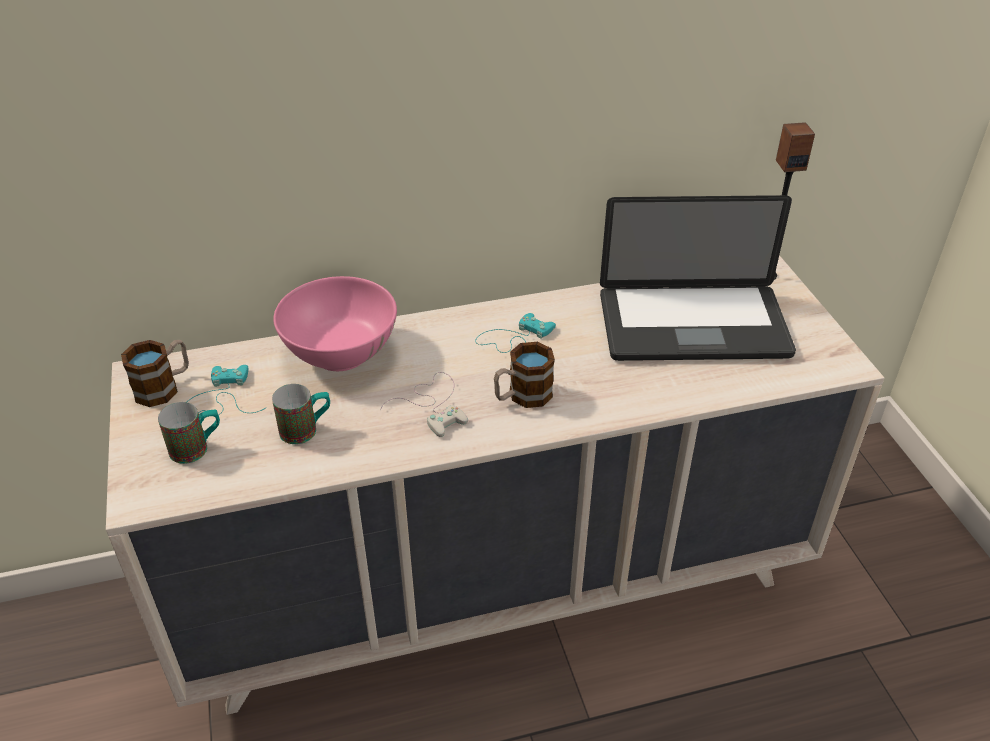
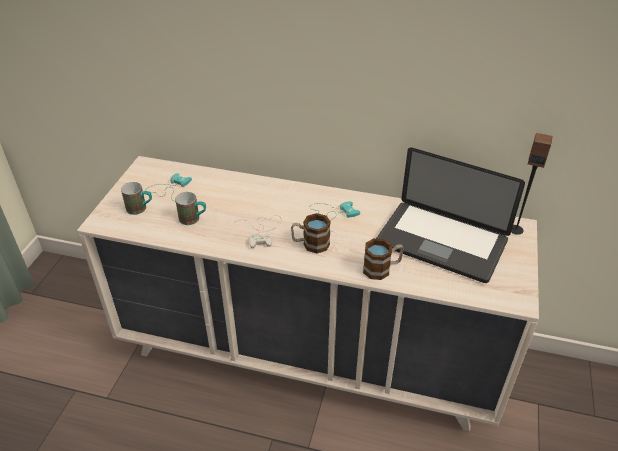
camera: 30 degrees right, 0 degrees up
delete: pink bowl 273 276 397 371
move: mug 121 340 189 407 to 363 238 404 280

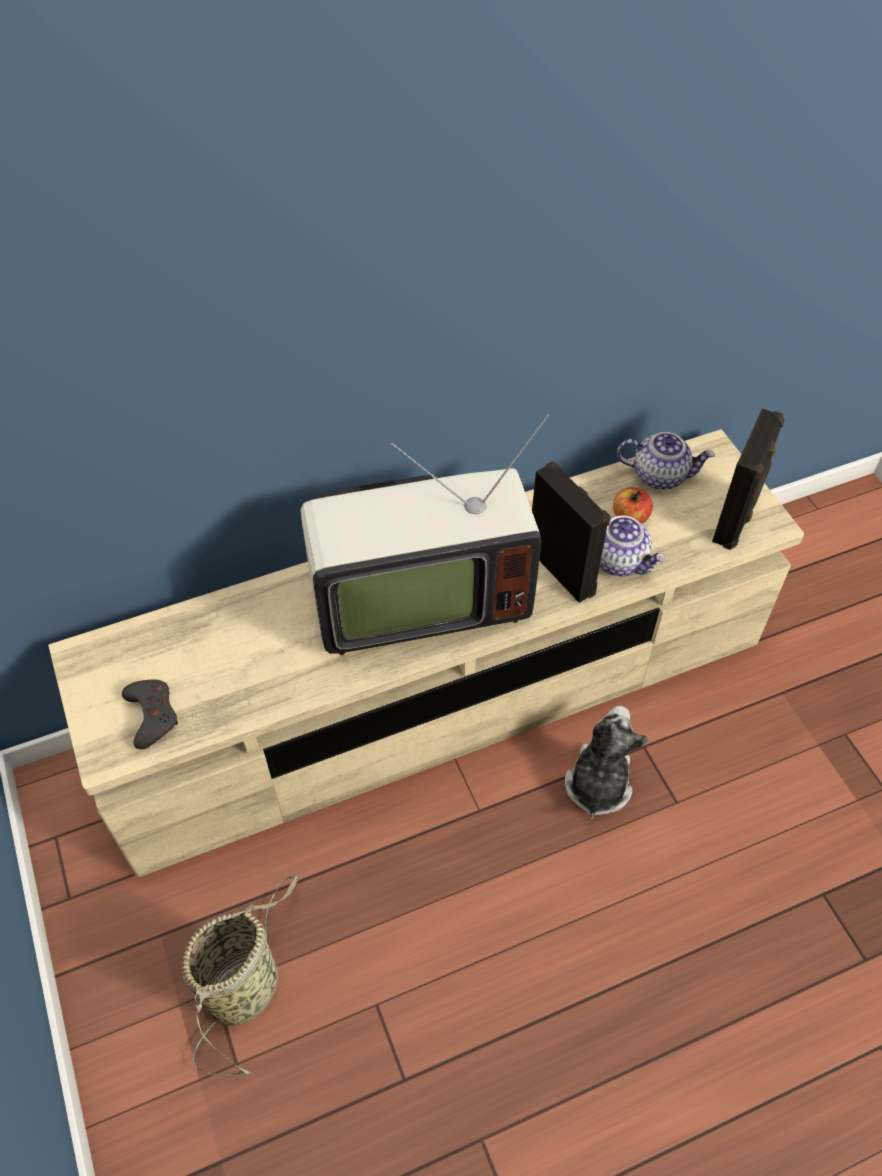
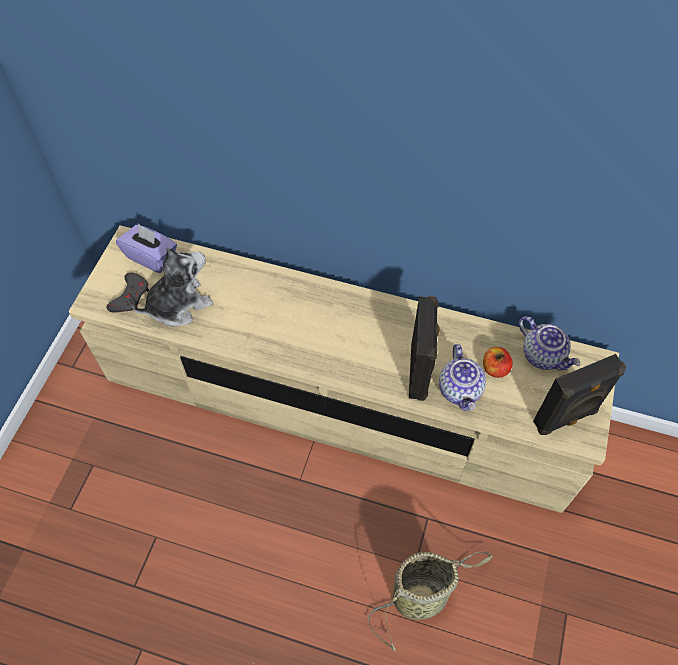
camera: 40 degrees right, 5 degrees up
delete: television 301 414 549 655
insert: purple tissue box 116 224 177 273
move: plush toy 565 705 649 819 to 132 246 213 326; basket 182 875 299 1075 to 368 552 493 652

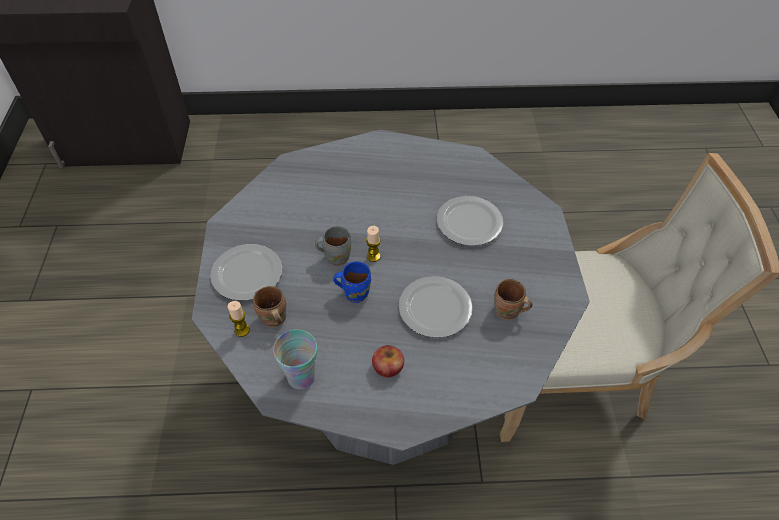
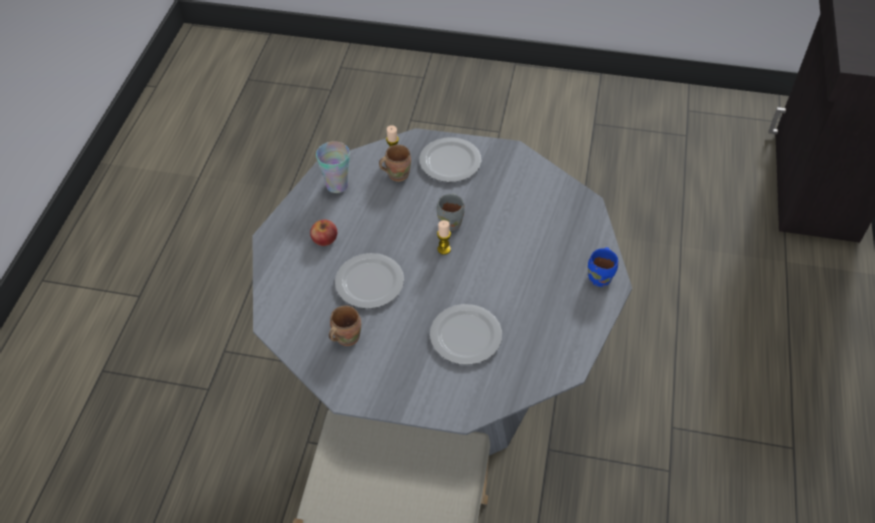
camera: 105 degrees right, 0 degrees up
move: blue mug 333 261 371 303 to 588 247 618 287

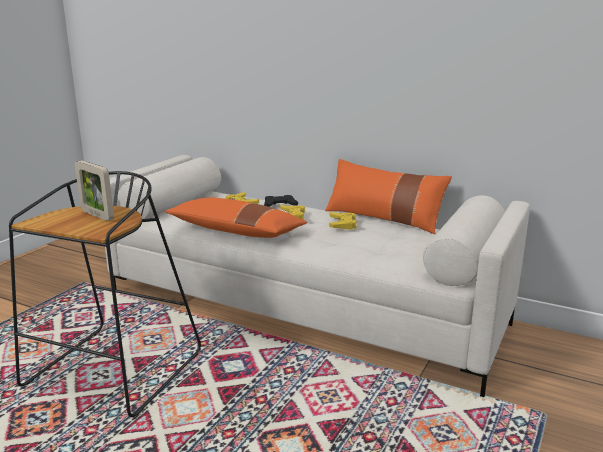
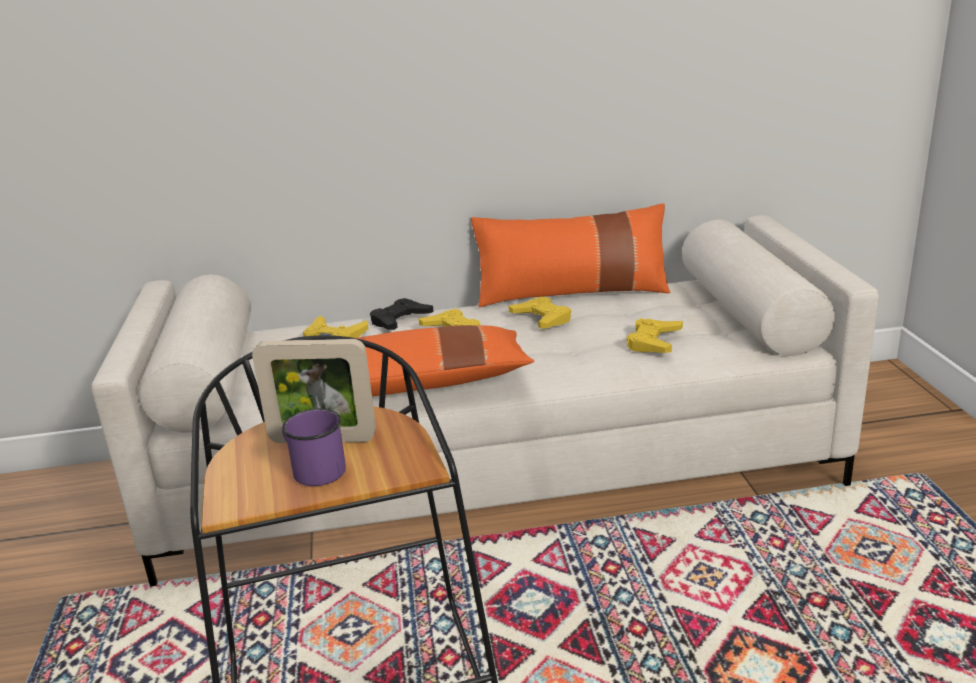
camera: 35 degrees left, 5 degrees up
insert: purple mug 282 409 346 486; yellow game controller 627 318 683 353

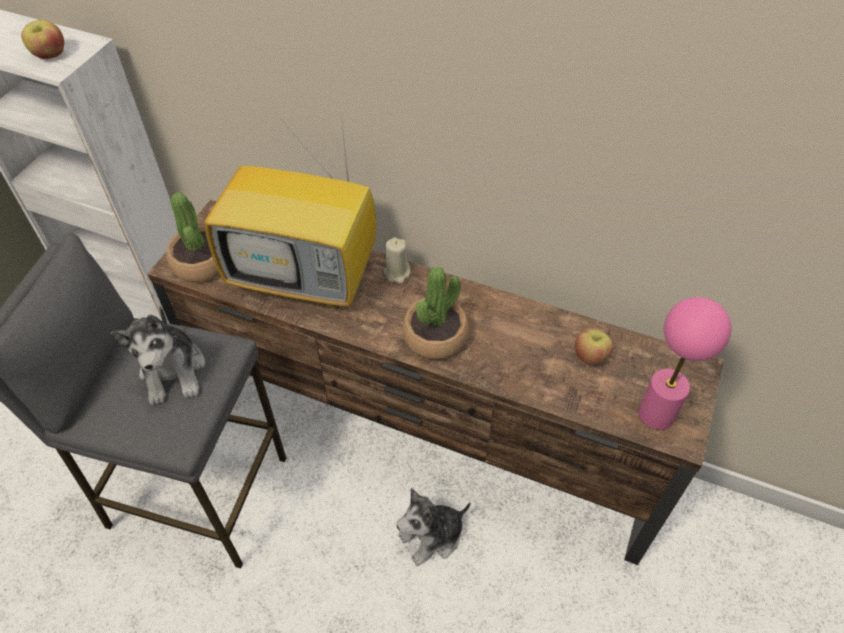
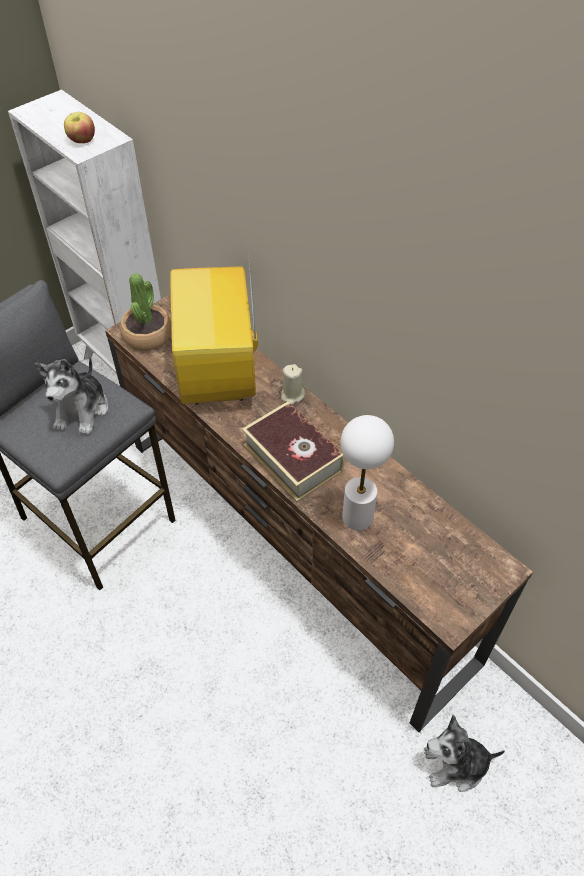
camera: 25 degrees right, 0 degrees up
delete: apple 575 328 613 365; pink table lamp 638 297 732 430
insert: white table lamp 340 415 394 530
move: plush toy 396 488 471 566 to 424 715 505 792
replace: potted plant 402 267 469 359 to book 242 402 344 502
rotate: television 204 107 376 308 = 170 253 258 405 45 degrees clockwise

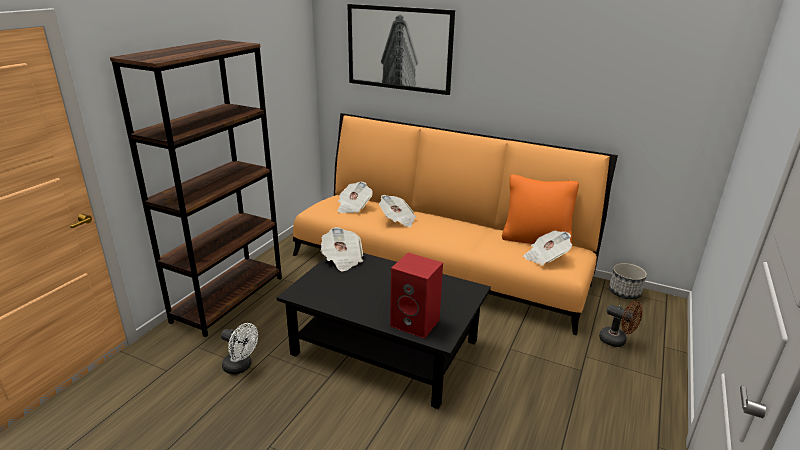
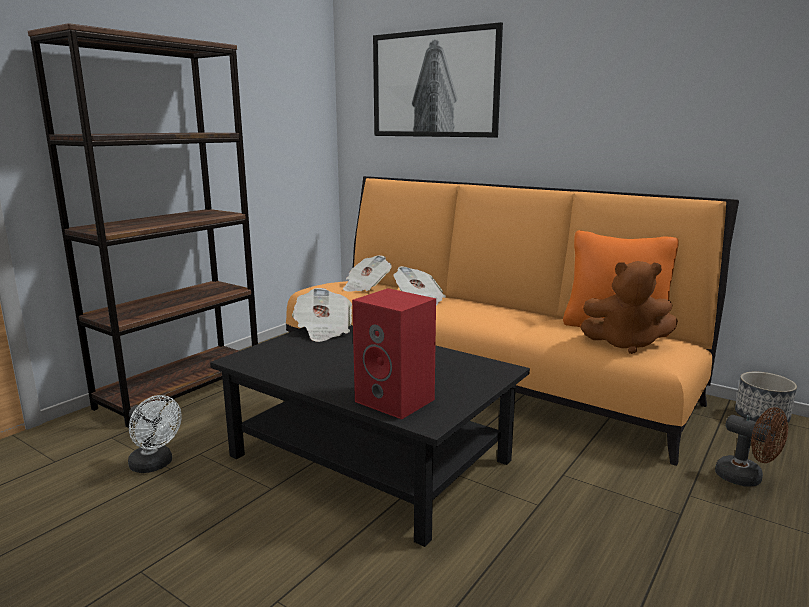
camera: 10 degrees right, 10 degrees down
replace: newspaper 523 231 572 265 to brown plush toy 580 261 678 354

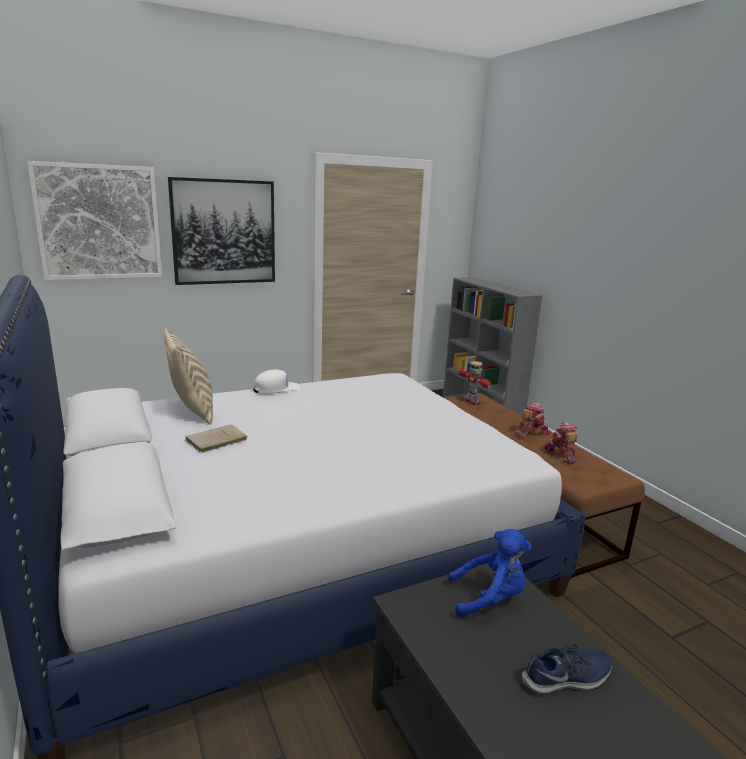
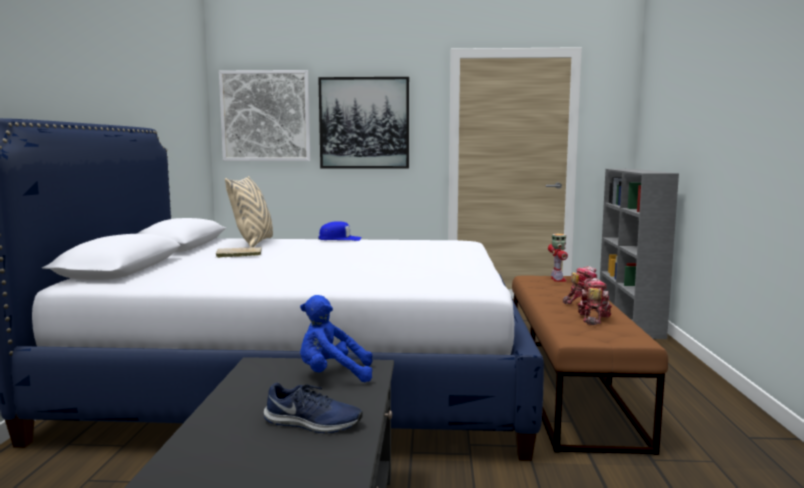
camera: 30 degrees right, 10 degrees down
recolor: white cap 253 369 300 394 to blue cap 318 221 361 241
rotate: blue plush toy 448 529 532 618 = 300 295 373 382 150 degrees clockwise

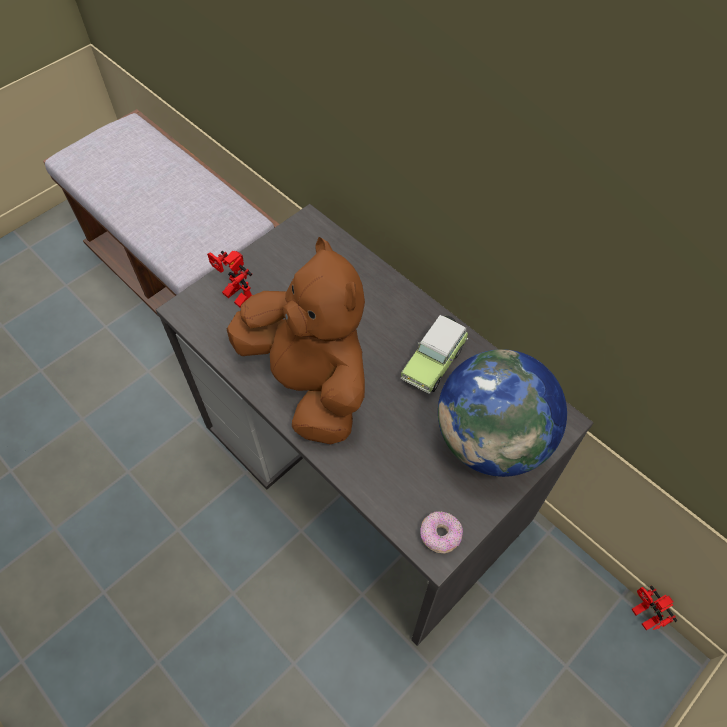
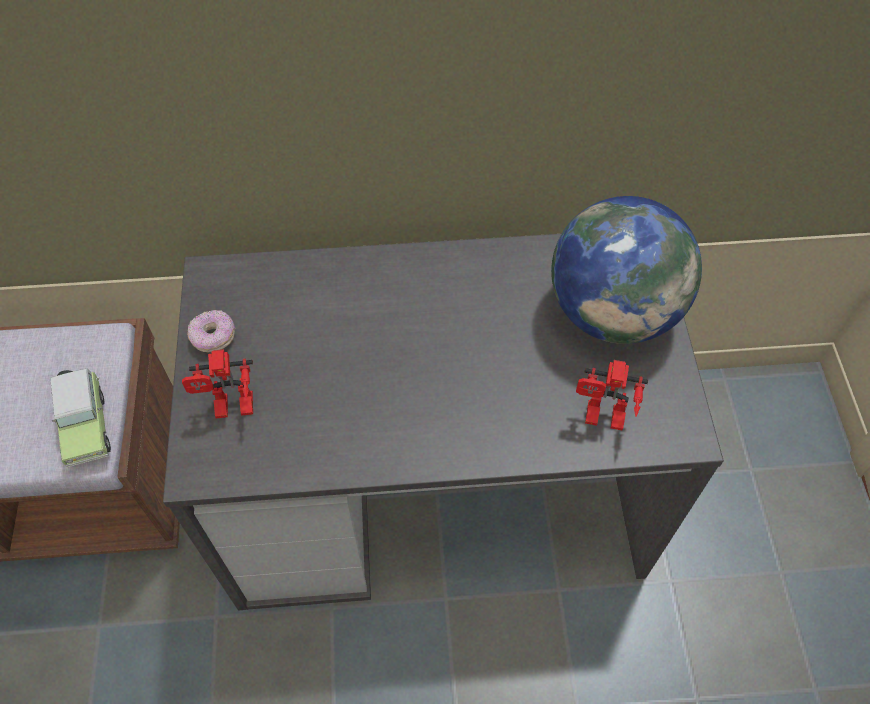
camera: 50 degrees left, 0 degrees up
delete: brown plush toy 227 237 365 444
move: toy car 401 315 468 394 to 50 369 111 467; donut 421 511 463 554 to 187 310 236 352; toy robot 631 586 678 630 to 576 360 648 430

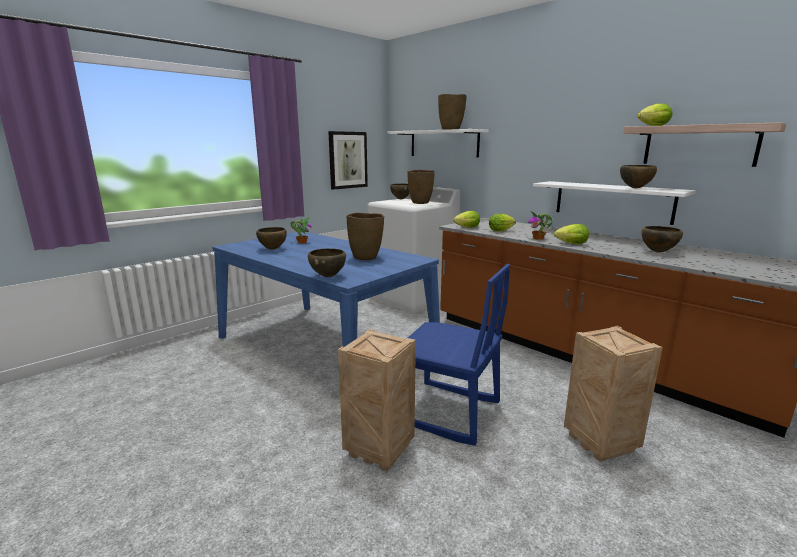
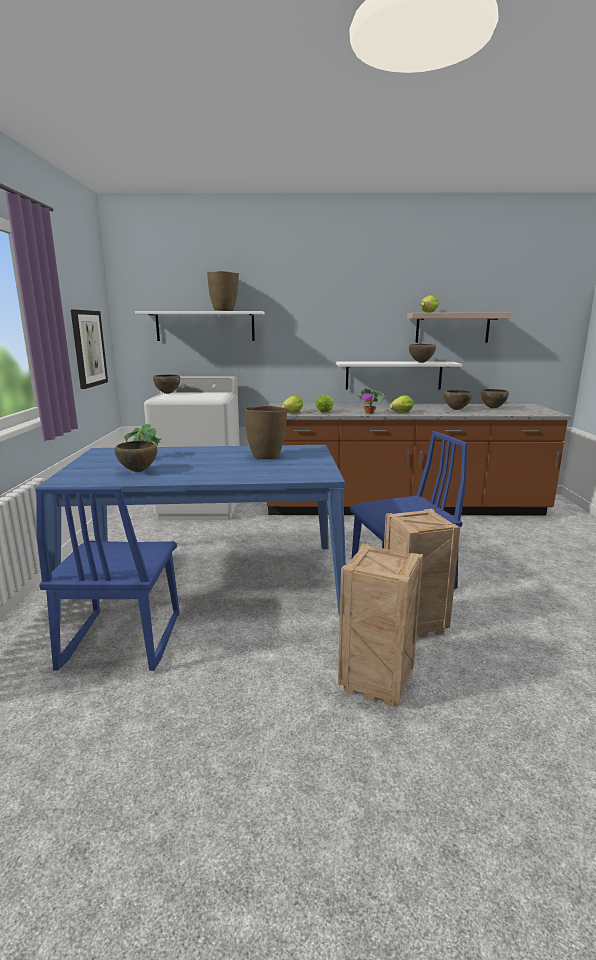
camera: 45 degrees left, 0 degrees up
delete: brown vase 407 170 435 204
insert: blue chair 35 487 180 671
move: crate 564 326 663 462 to 338 543 423 707; brown bowl 308 248 346 277 to 481 389 509 408

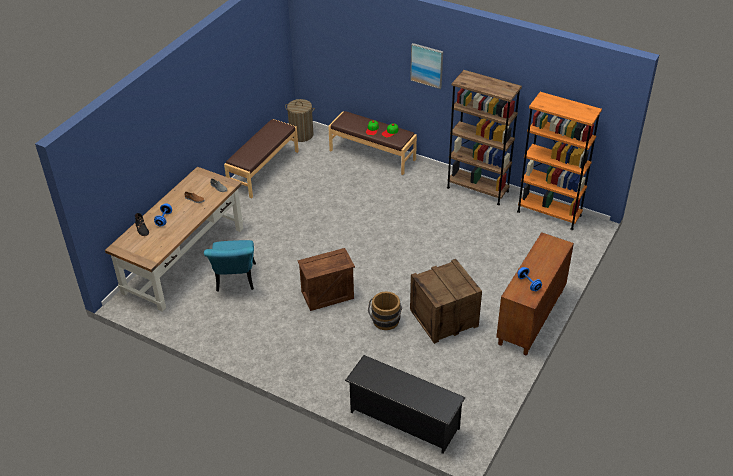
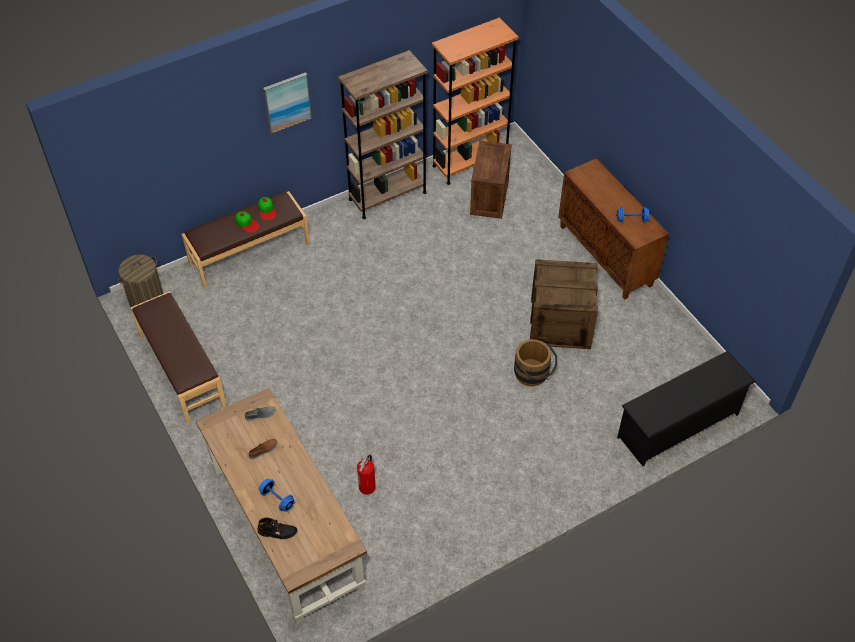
camera: 60 degrees left, 10 degrees up
move: crate 297 248 355 311 to 470 141 512 219
replace: turquoise chair 204 240 256 292 to fire extinguisher 357 455 376 495

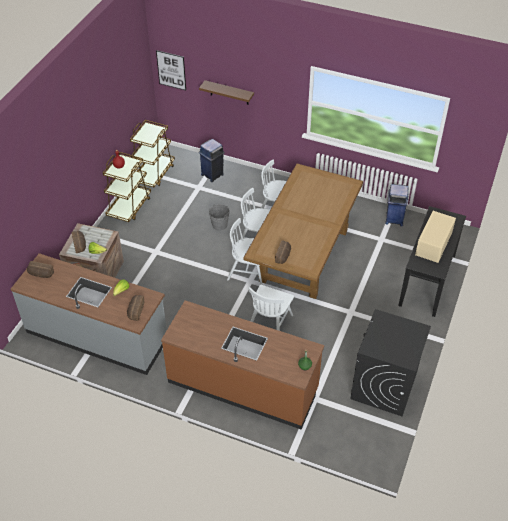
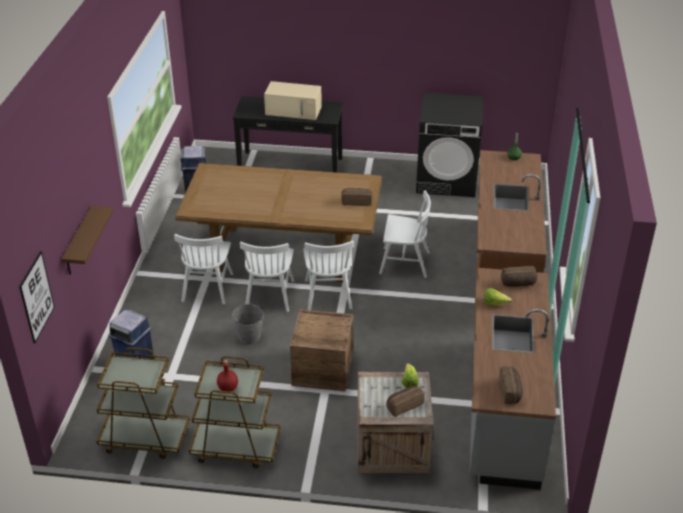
camera: 105 degrees left, 10 degrees down
insert: crate 290 309 353 391

